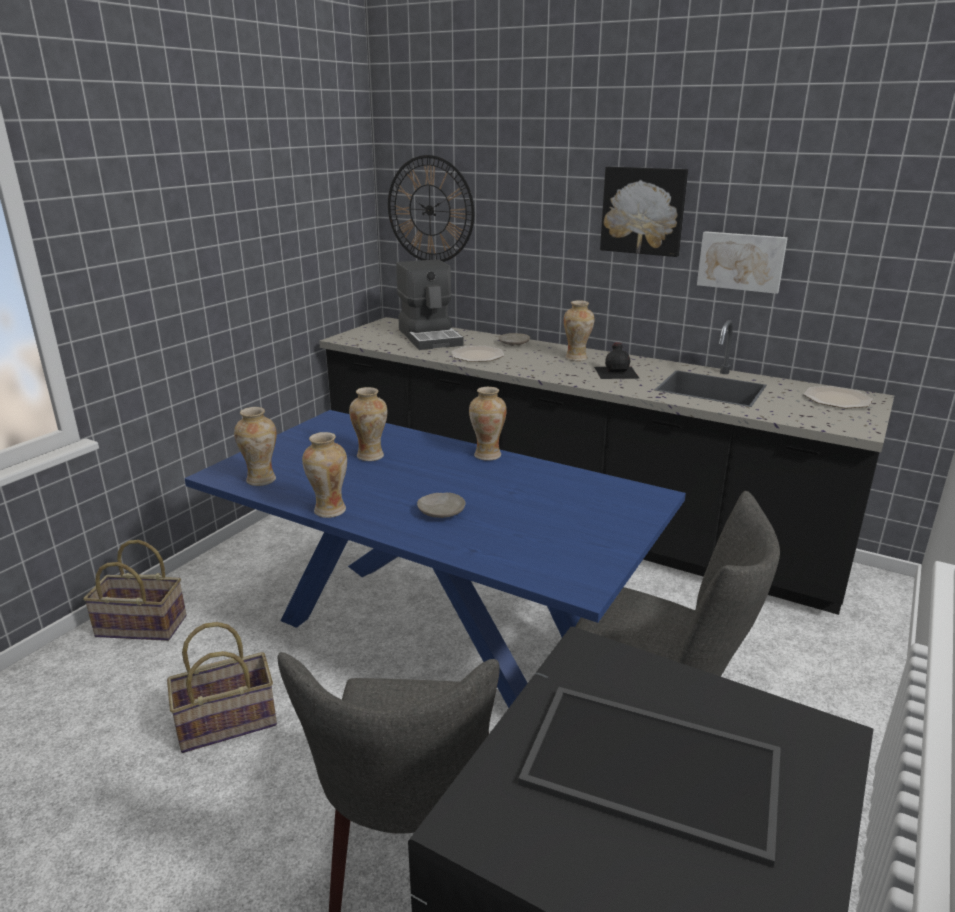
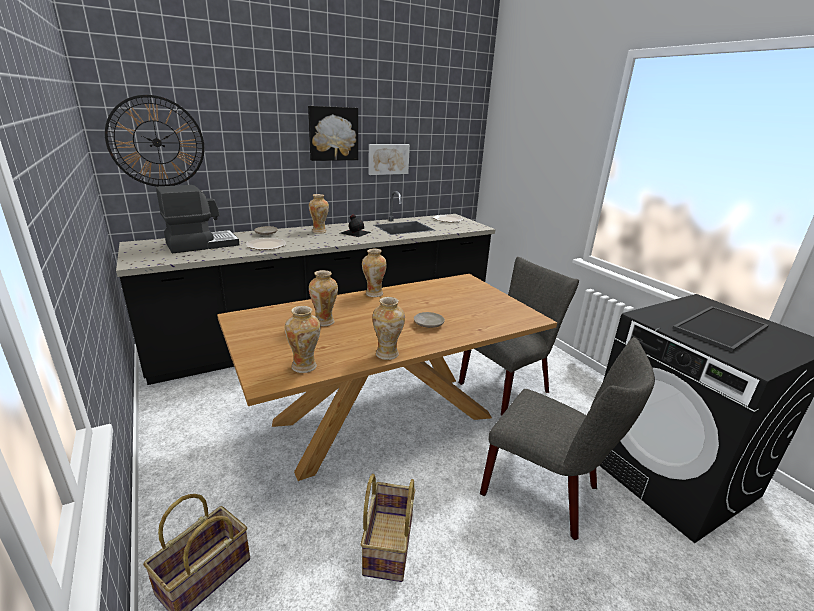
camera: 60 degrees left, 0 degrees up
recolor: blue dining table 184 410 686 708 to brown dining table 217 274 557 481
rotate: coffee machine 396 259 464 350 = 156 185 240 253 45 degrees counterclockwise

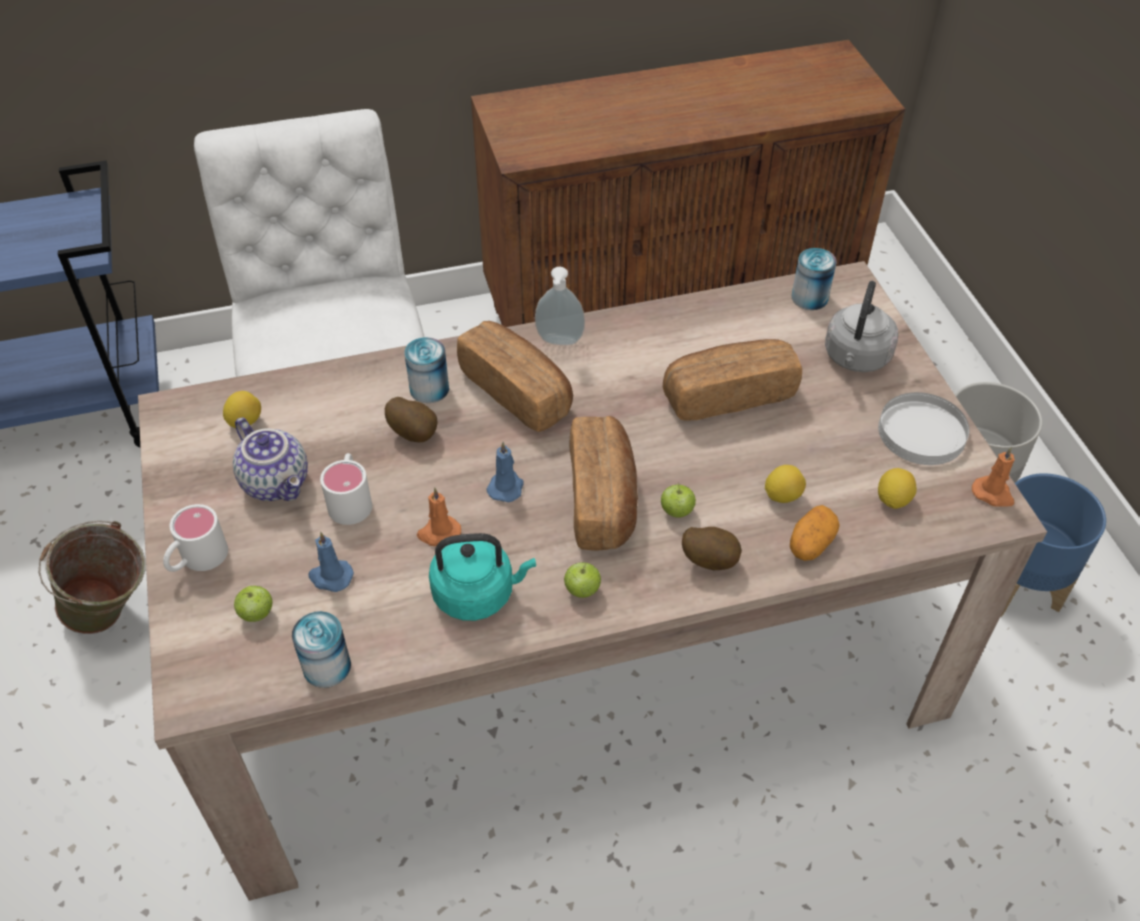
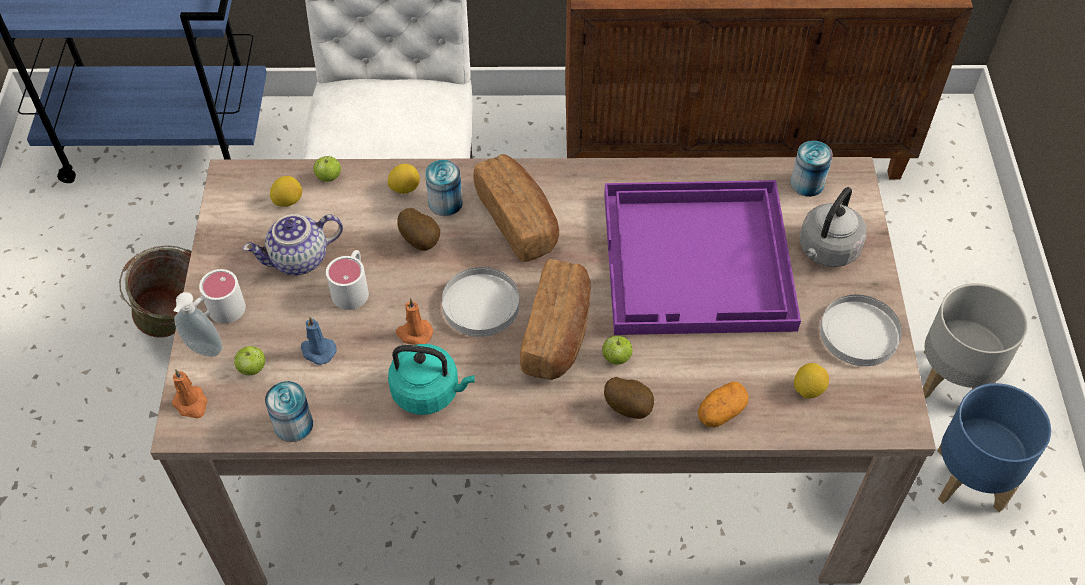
camera: 15 degrees right, 5 degrees up
move: orange candle 972 447 1015 507 to 172 369 207 419; soap dispenser 535 267 585 345 to 173 292 222 357; apple 564 562 601 598 to 313 156 341 182; lemon 765 465 806 503 to 388 164 420 194
replace: blue candle 486 442 524 502 to white plate 442 267 519 337; bread 663 339 802 420 to purple tray 604 180 801 335
rotate: teapot 233 418 308 501 = 243 214 343 275 90 degrees clockwise

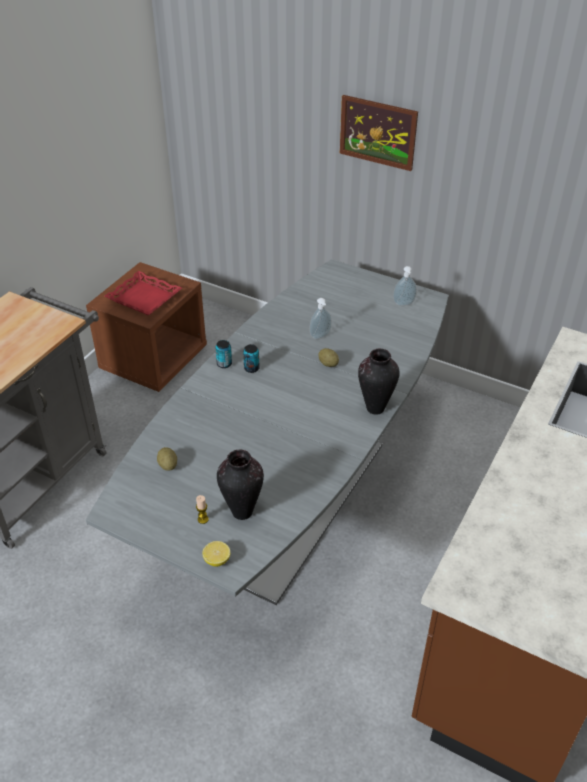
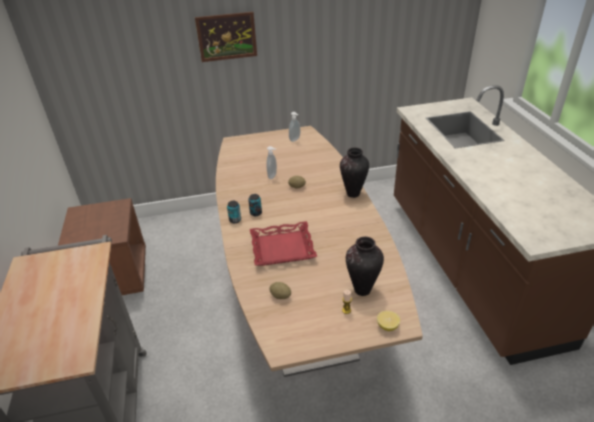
camera: 40 degrees left, 5 degrees down
move: red tray 104 271 182 316 to 250 221 317 266
recolor: grey dining table 86 259 449 605 to brown dining table 216 126 423 377

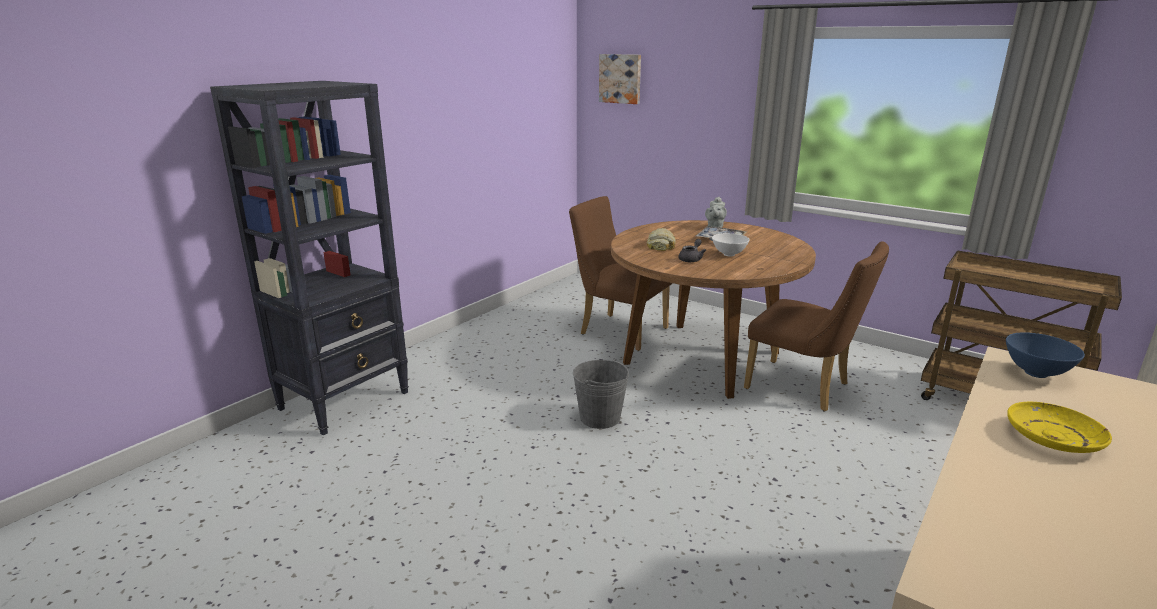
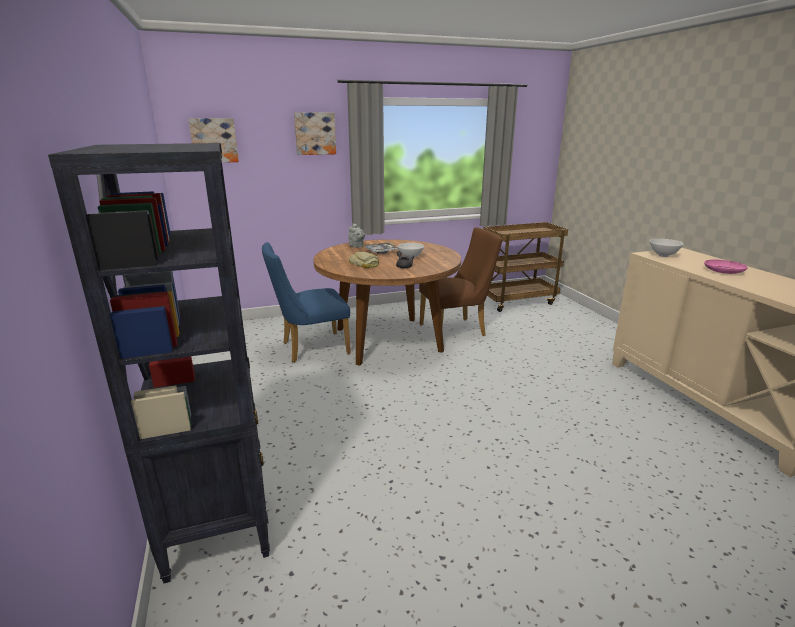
camera: 55 degrees left, 0 degrees up
delete: grey bucket 573 359 629 429
insert: picture 294 112 336 155
recolor: brown chair 569 196 672 351 to blue chair 262 242 351 363; blue bowl 1006 332 1085 378 to white bowl 650 239 684 257; yellow plate 1007 402 1112 453 to pink plate 704 259 748 274

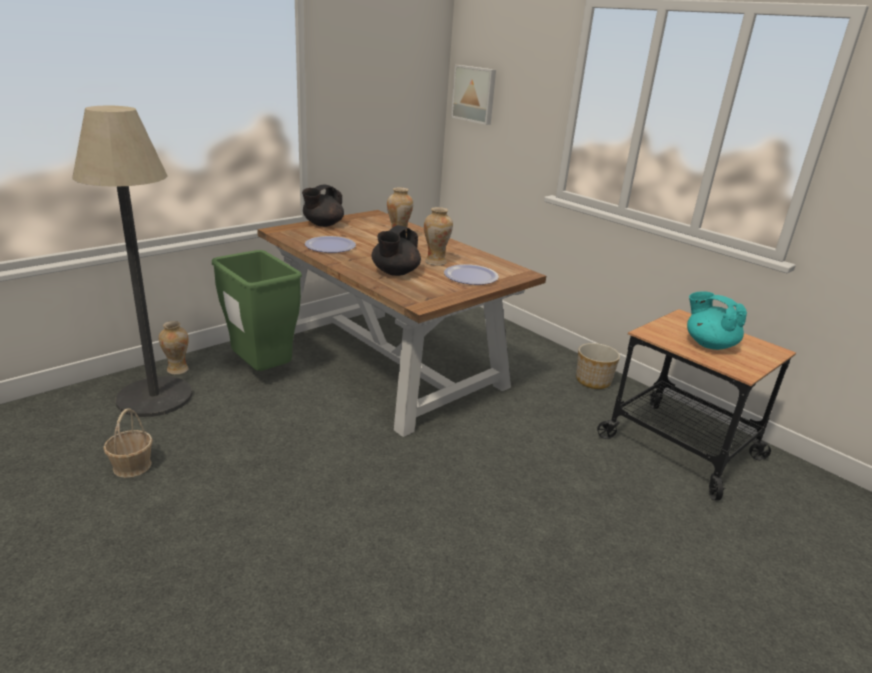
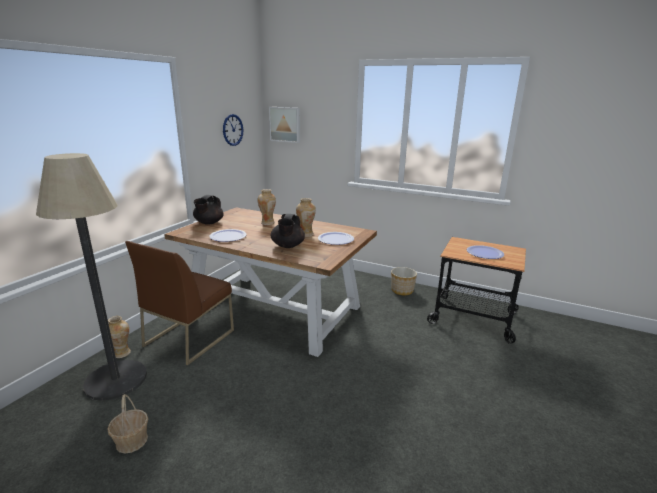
camera: 20 degrees left, 5 degrees down
insert: wall clock 223 114 243 146
replace: green trash can 212 250 302 371 to brown chair 125 241 234 365; turquoise teapot 687 292 747 350 to plate 466 245 504 259

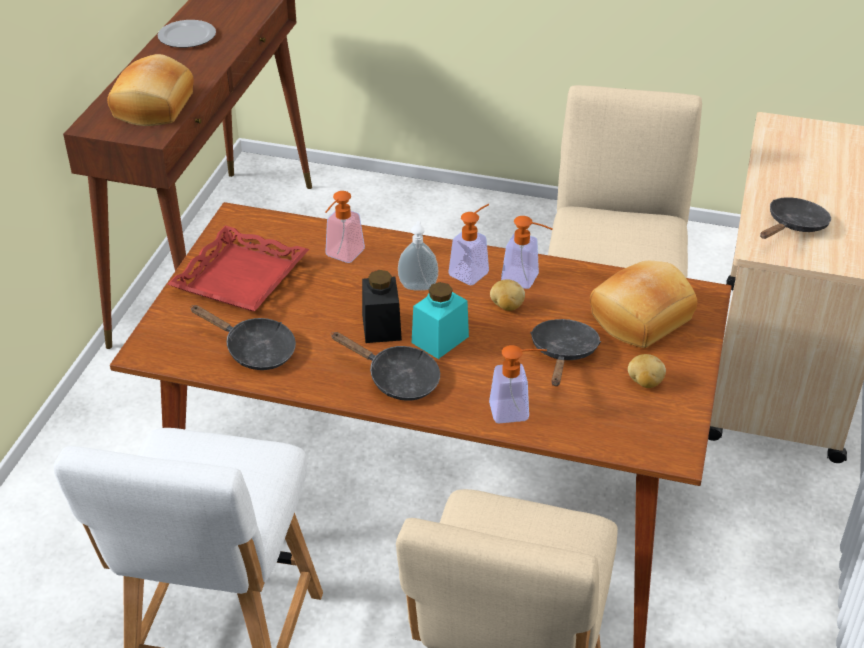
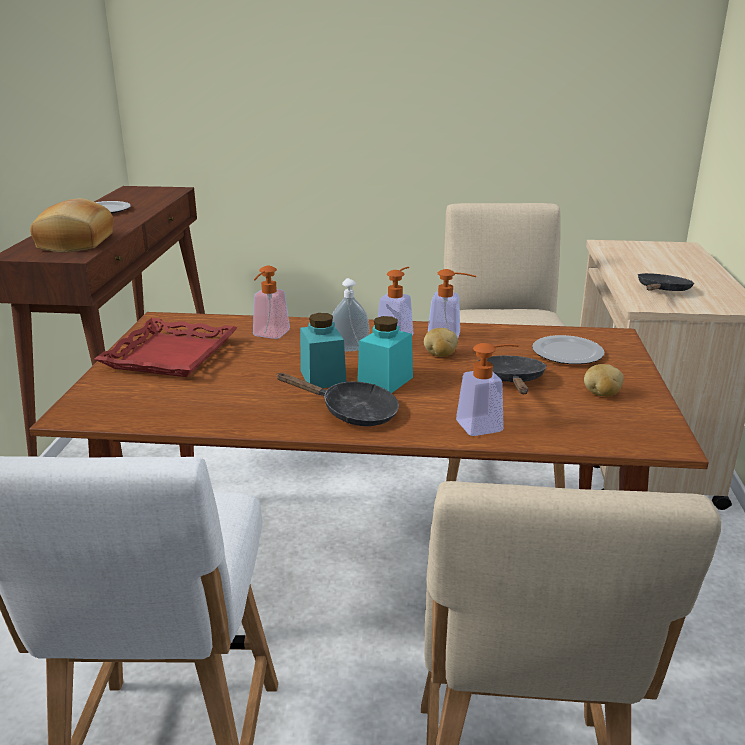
camera: 10 degrees left, 15 degrees down
delete: black frying pan 190 305 296 370
replace: bread 590 261 697 348 to plate 532 335 604 364
recolor: black jar 362 270 402 343 to turquoise jar 300 313 346 388

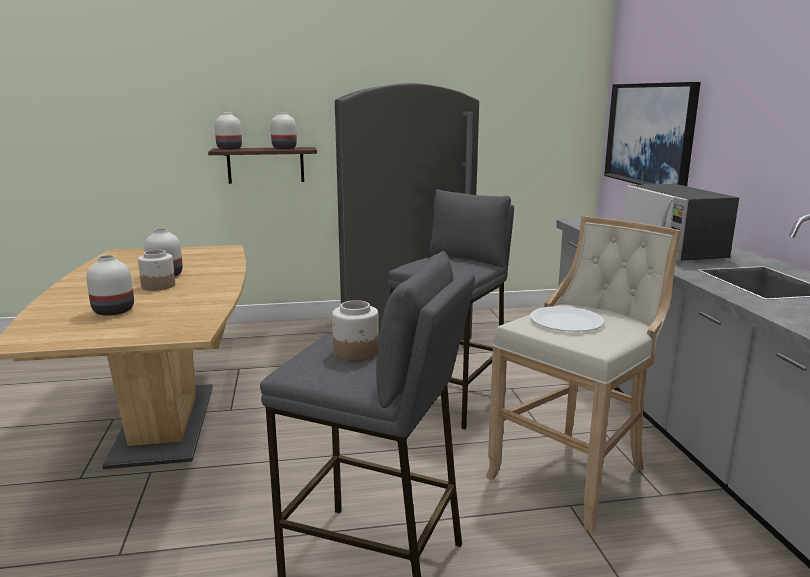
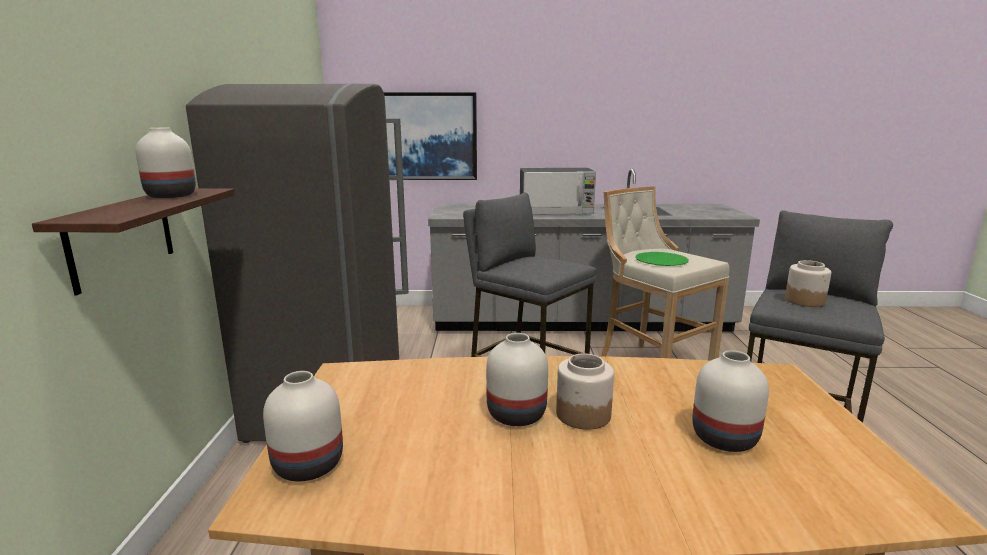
camera: 80 degrees left, 0 degrees up
move: white vase 215 112 242 150 to 263 371 343 481
recolor: white plate 530 306 604 332 to green plate 635 252 689 266

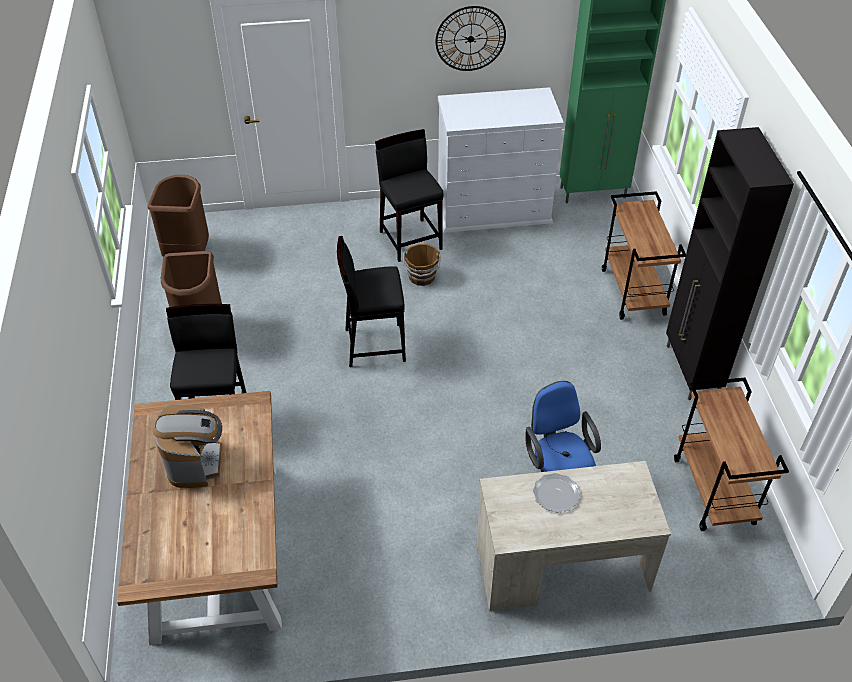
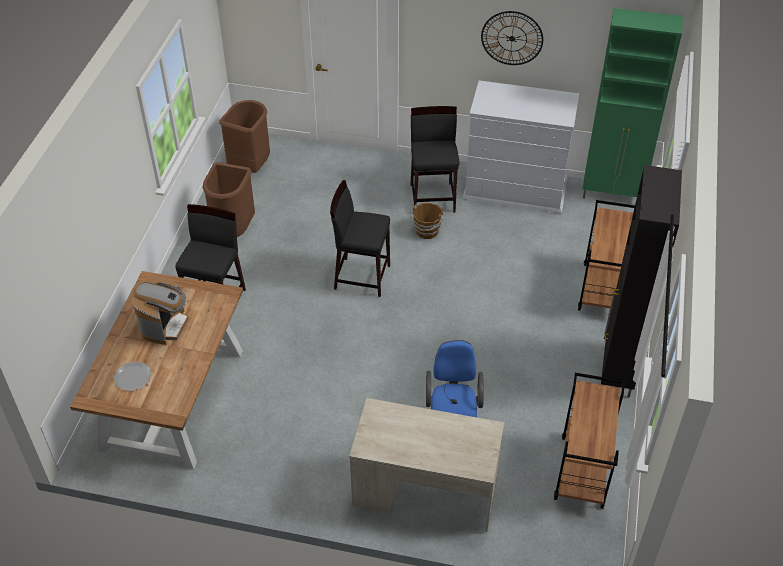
camera: 20 degrees right, 0 degrees up
move: plate 533 473 580 513 to 114 361 152 391

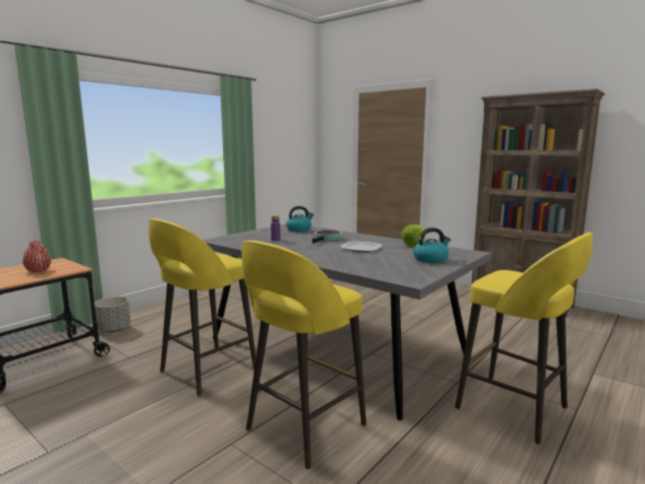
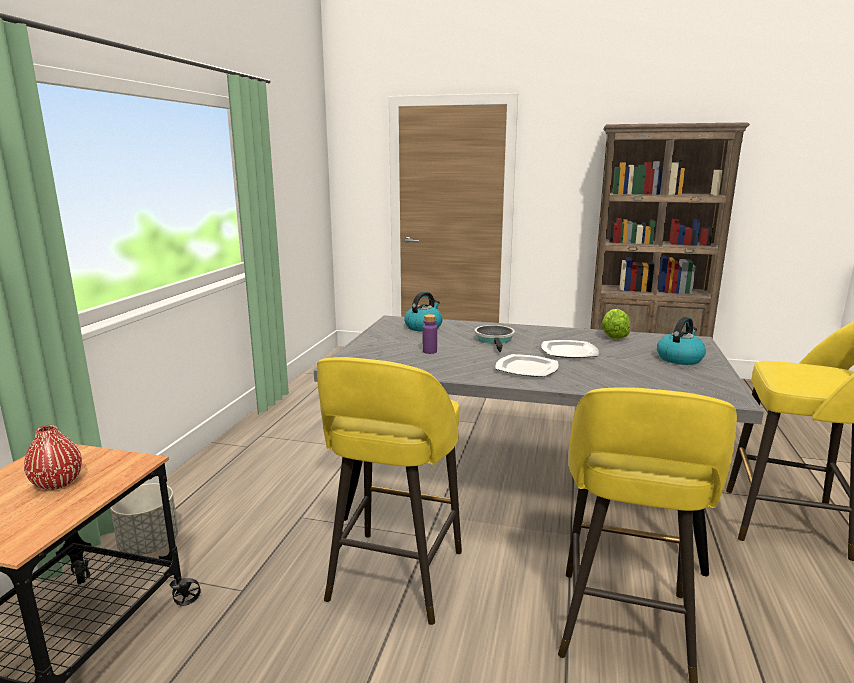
camera: 25 degrees left, 5 degrees up
insert: plate 495 354 559 377

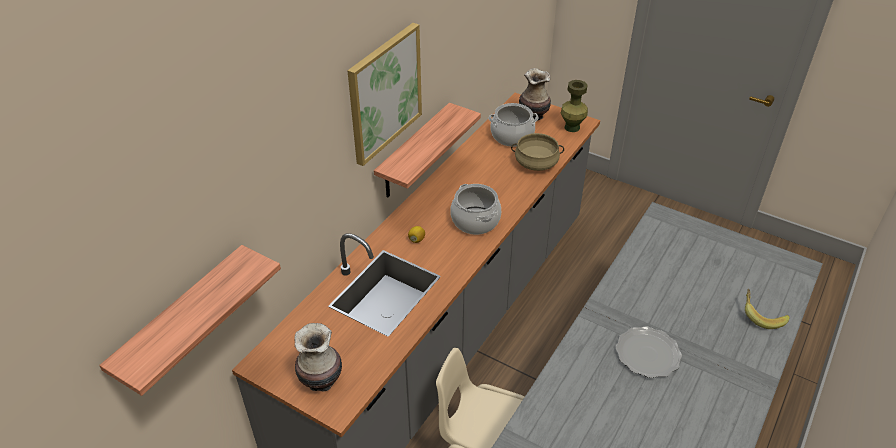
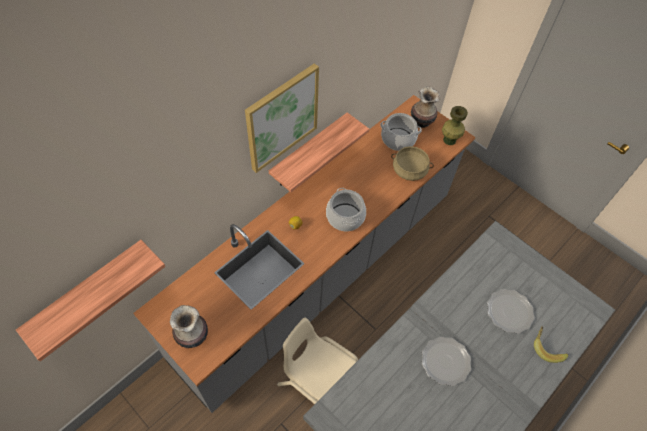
camera: 10 degrees right, 15 degrees up
insert: plate 487 289 535 333

